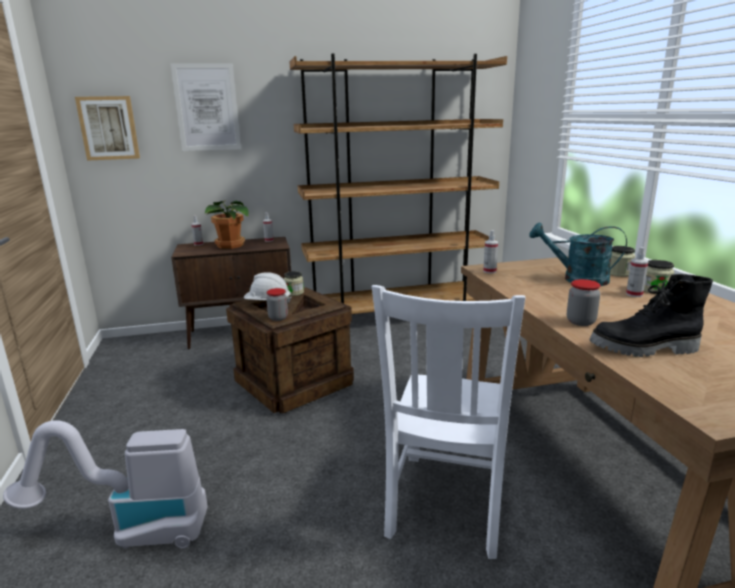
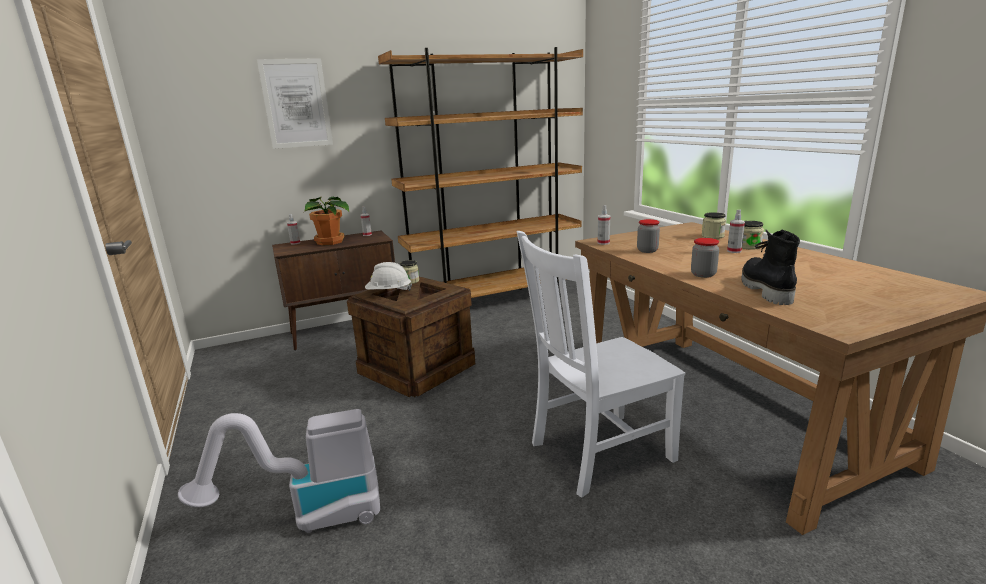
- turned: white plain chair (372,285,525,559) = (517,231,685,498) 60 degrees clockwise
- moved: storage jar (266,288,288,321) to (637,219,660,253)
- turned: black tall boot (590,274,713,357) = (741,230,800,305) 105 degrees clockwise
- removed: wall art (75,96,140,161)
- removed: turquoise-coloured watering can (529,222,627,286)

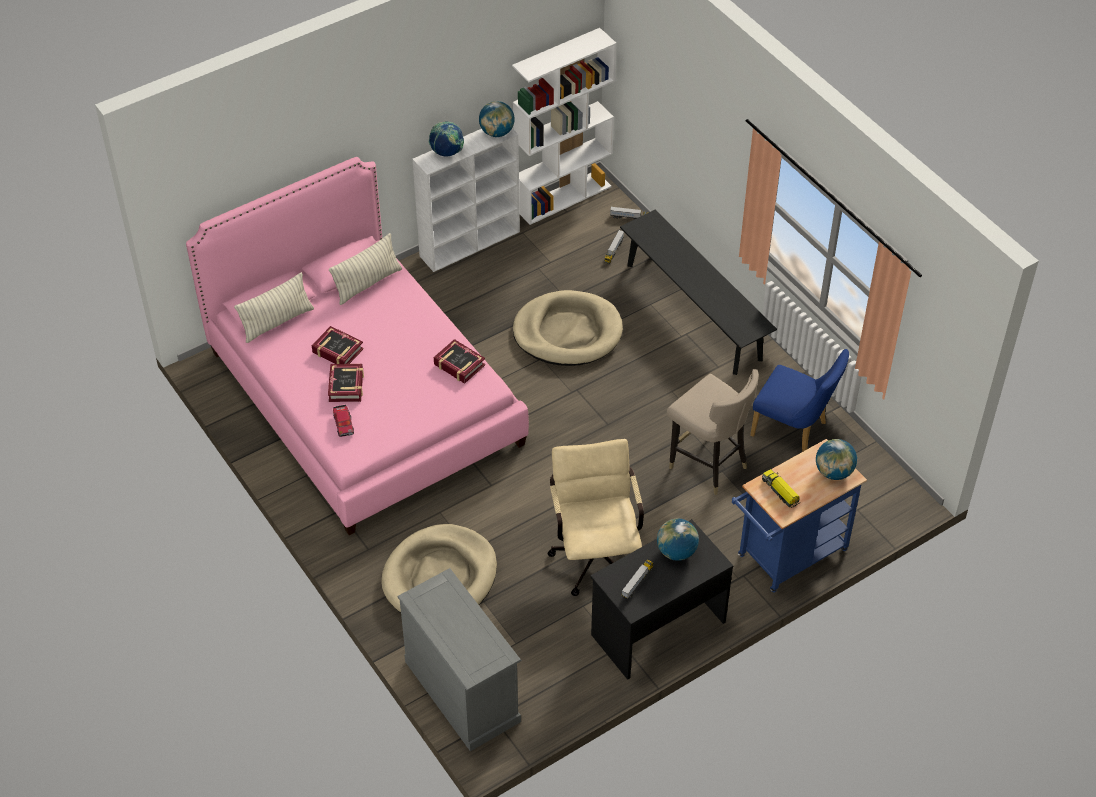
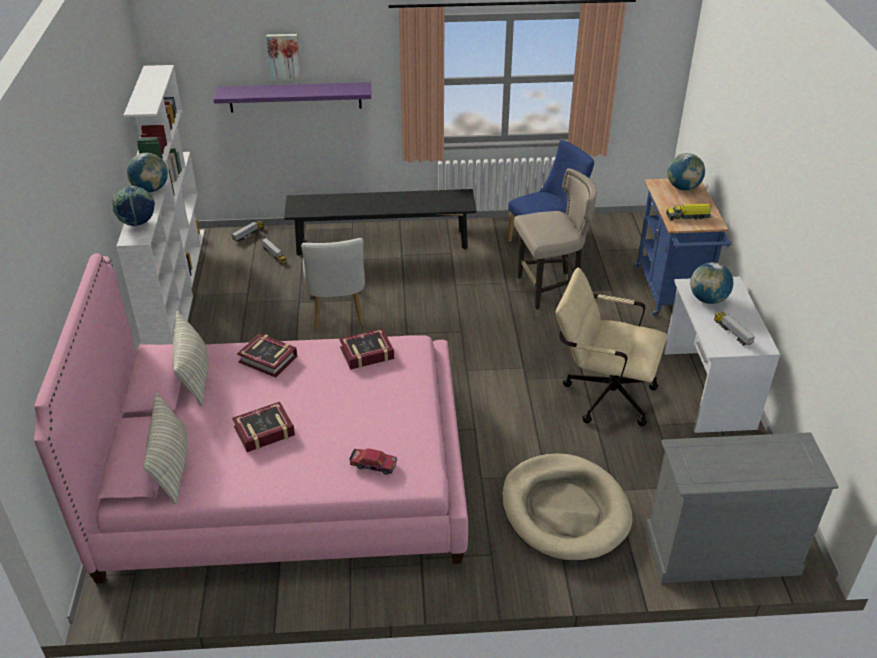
- added: purple-coloured bracket shelf (213,82,371,113)
- moved: bound book (328,364,364,402) to (237,333,298,378)
- added: wall art (266,34,301,80)
- replaced: beige-coloured dog cushion (513,290,623,366) to white plain chair (301,238,365,330)
- recoloured: black desk (590,519,733,680) to white desk (664,277,781,433)

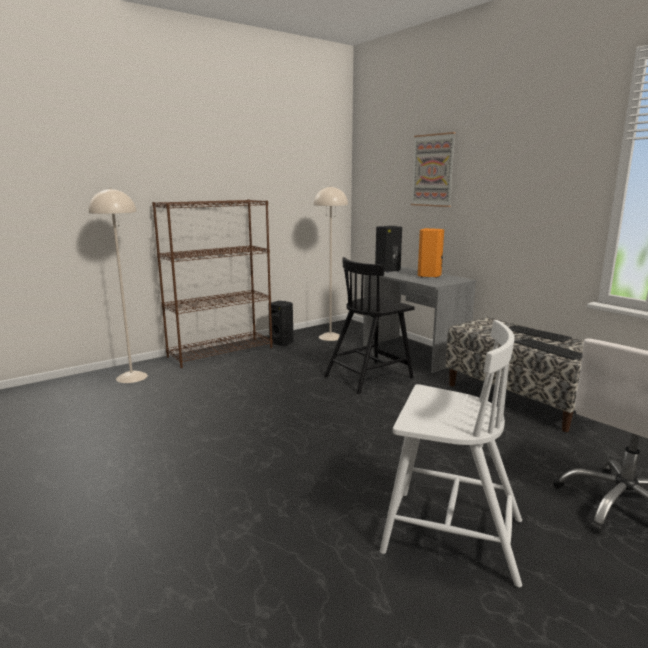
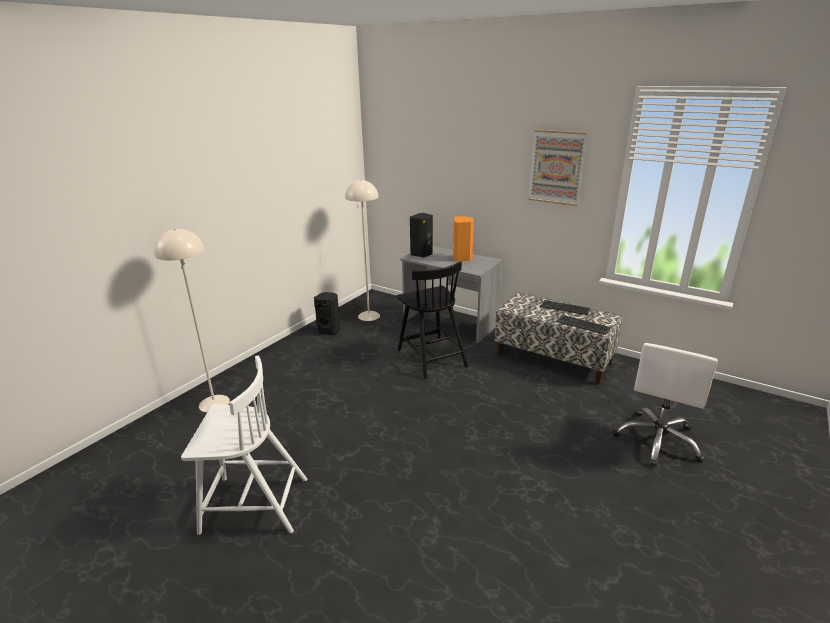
- moved: white plain chair (380,320,522,587) to (181,356,307,535)
- turned: black plain chair (324,257,415,394) = (397,261,468,379) 60 degrees counterclockwise
- moved: wall art (411,132,456,207) to (528,130,588,206)
- removed: brownish bookcase (152,199,272,368)

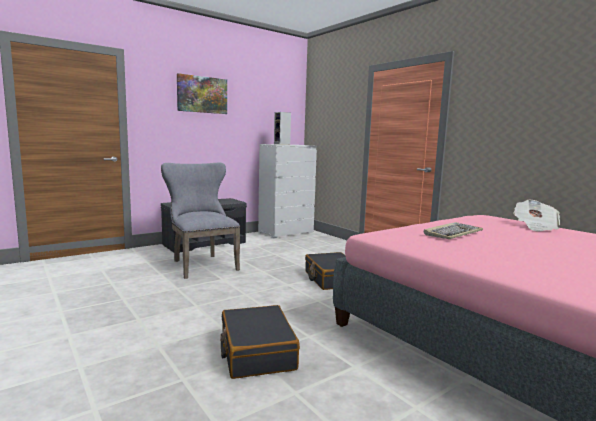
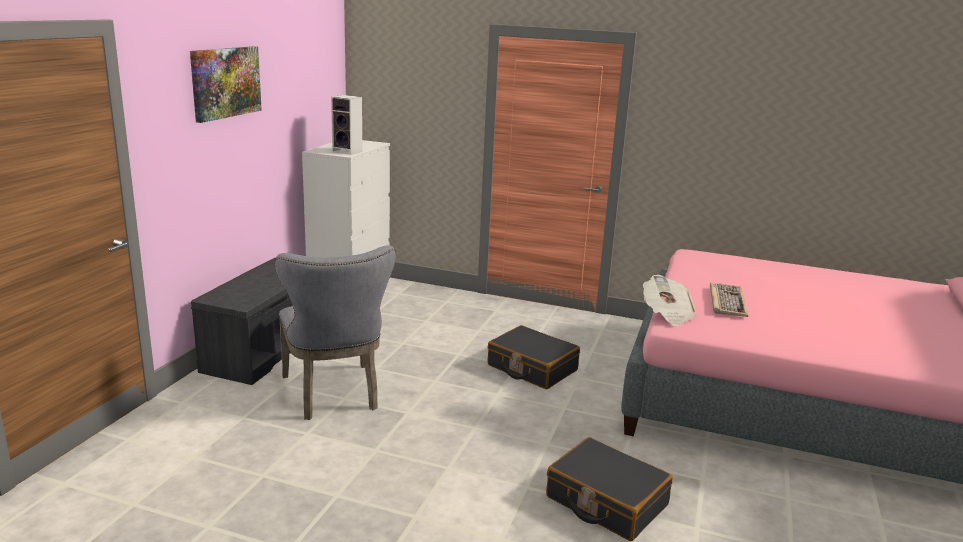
- turned: grey plain chair (161,163,240,279) = (275,245,395,420) 135 degrees counterclockwise
- moved: daily paper (513,200,560,232) to (643,275,697,326)

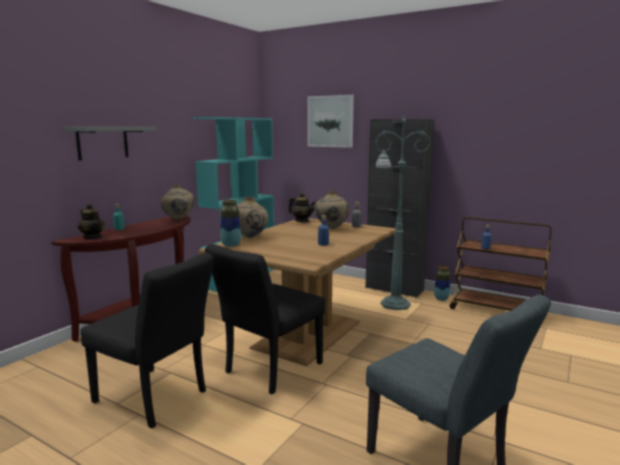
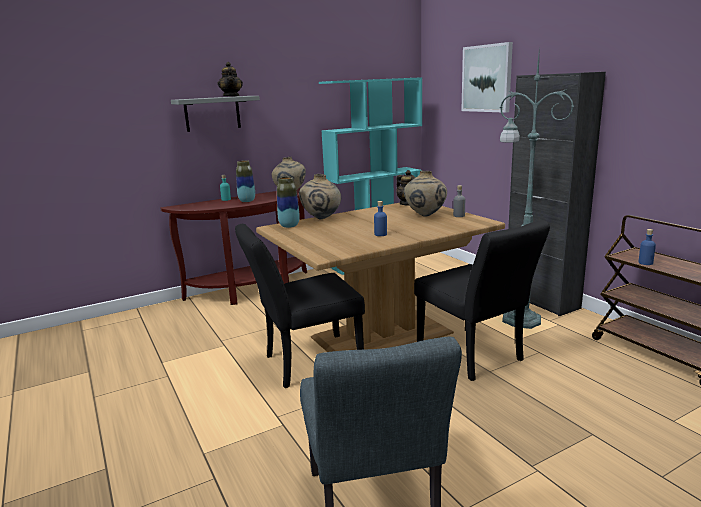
- moved: teapot (77,204,105,239) to (218,62,243,96)
- moved: decorative vase (434,266,450,301) to (236,160,255,202)
- moved: black plain chair (81,253,214,428) to (414,220,550,381)

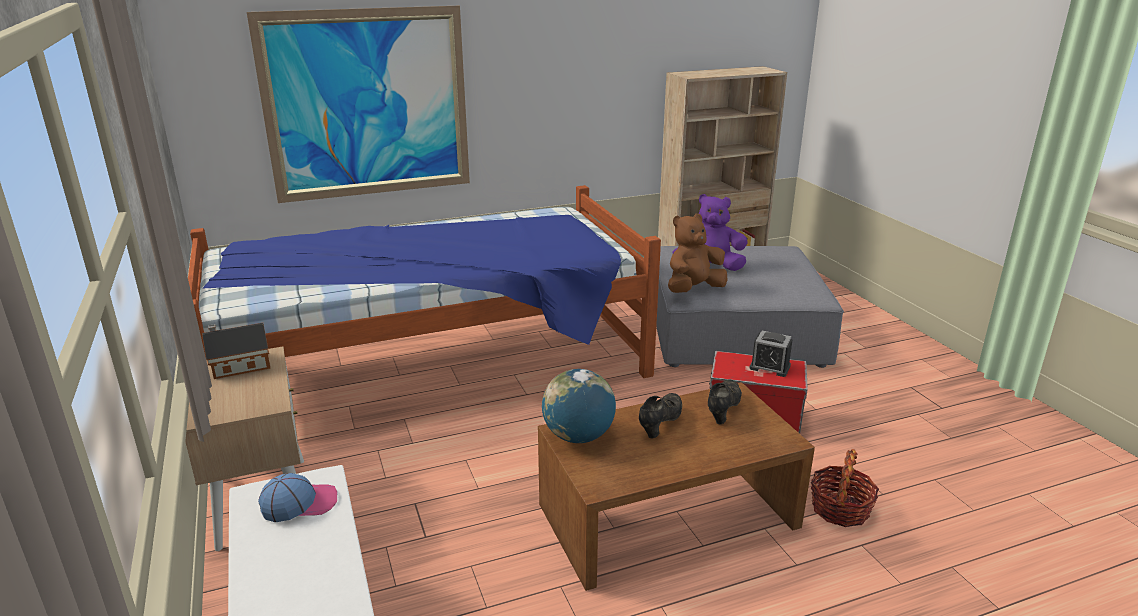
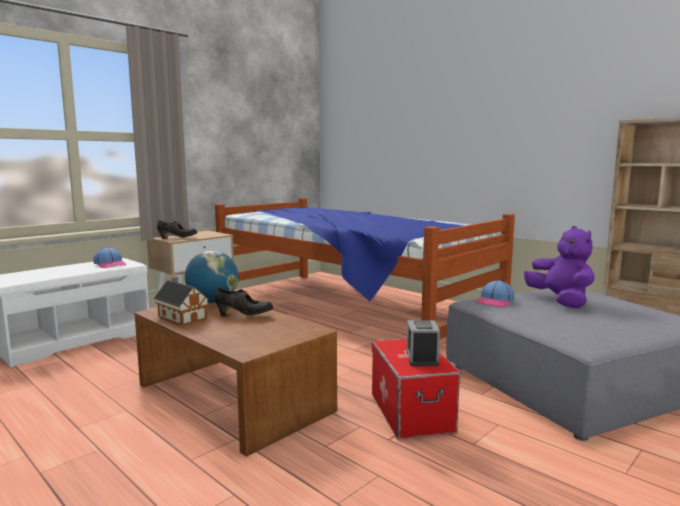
- moved: model house (202,323,270,379) to (154,277,209,326)
- moved: black item of footwear (708,379,742,424) to (157,220,197,239)
- replaced: brownish soft toy (668,214,727,293) to peaked cap (477,280,514,307)
- removed: wall art (247,6,470,203)
- removed: basket (811,449,879,527)

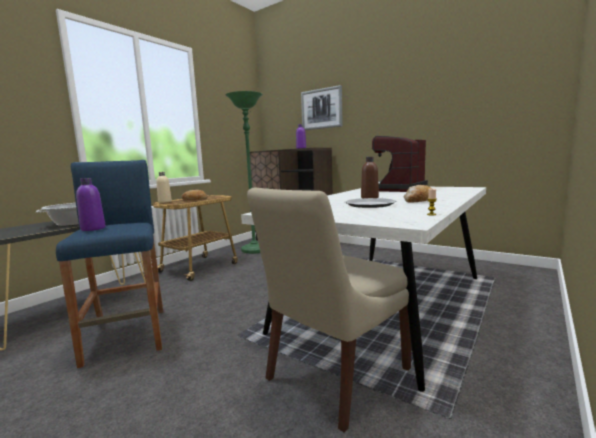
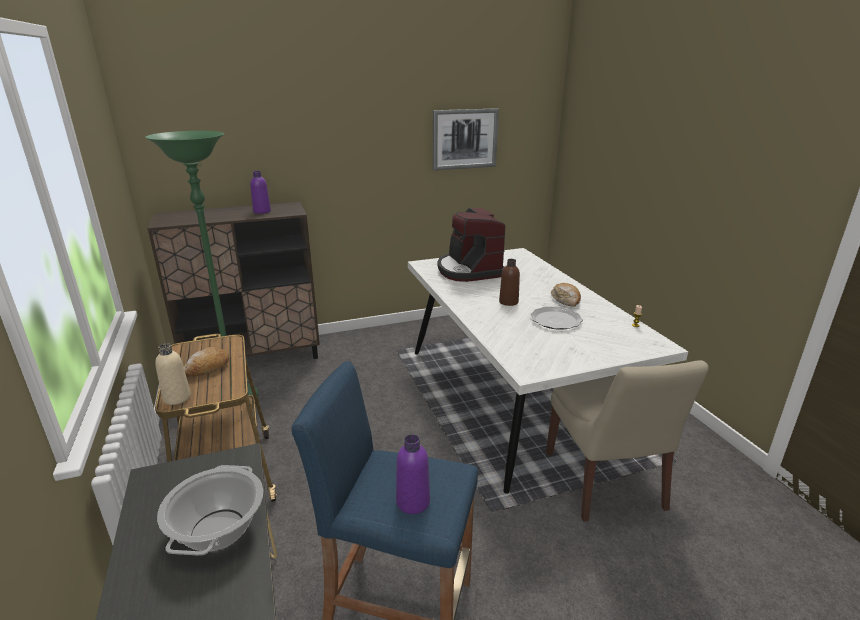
- moved: wall art (301,85,343,130) to (433,108,499,171)

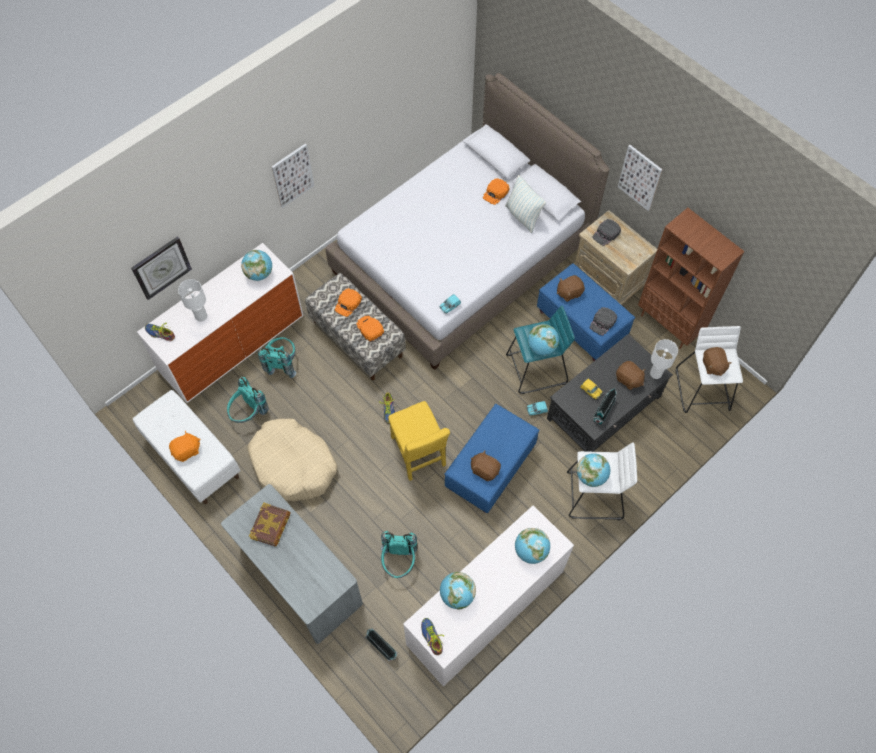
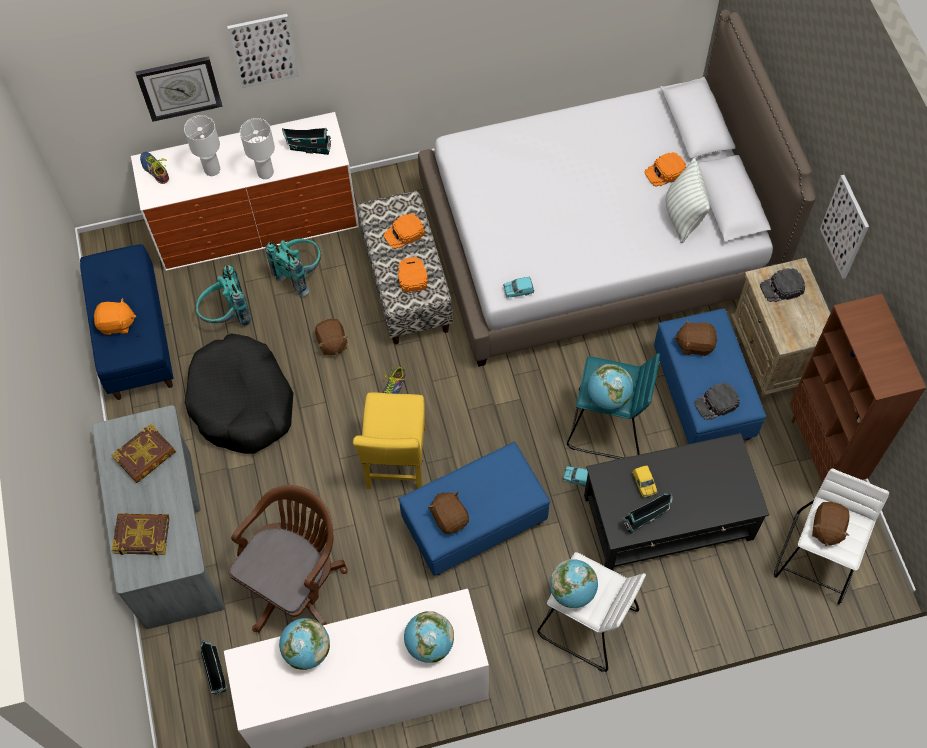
- recoloured: white long seat (133,390,241,504) to bluish long seat (80,244,173,400)
- added: bound book (112,513,169,556)
- recoloured: beige-coloured dog cushion (247,419,337,501) to black dog cushion (185,333,293,454)
- moved: wall art (272,143,314,208) to (227,14,299,88)
- replaced: turquoise-coloured backpack (381,531,417,578) to brownish computer chair (229,485,348,633)
- moved: white lamp for a table (650,339,678,379) to (240,118,275,179)
- replaced: desk globe (241,250,272,281) to model house (282,128,331,155)
- moved: brownish soft toy (616,361,646,390) to (315,319,348,355)
- removed: item of footwear (421,618,444,655)

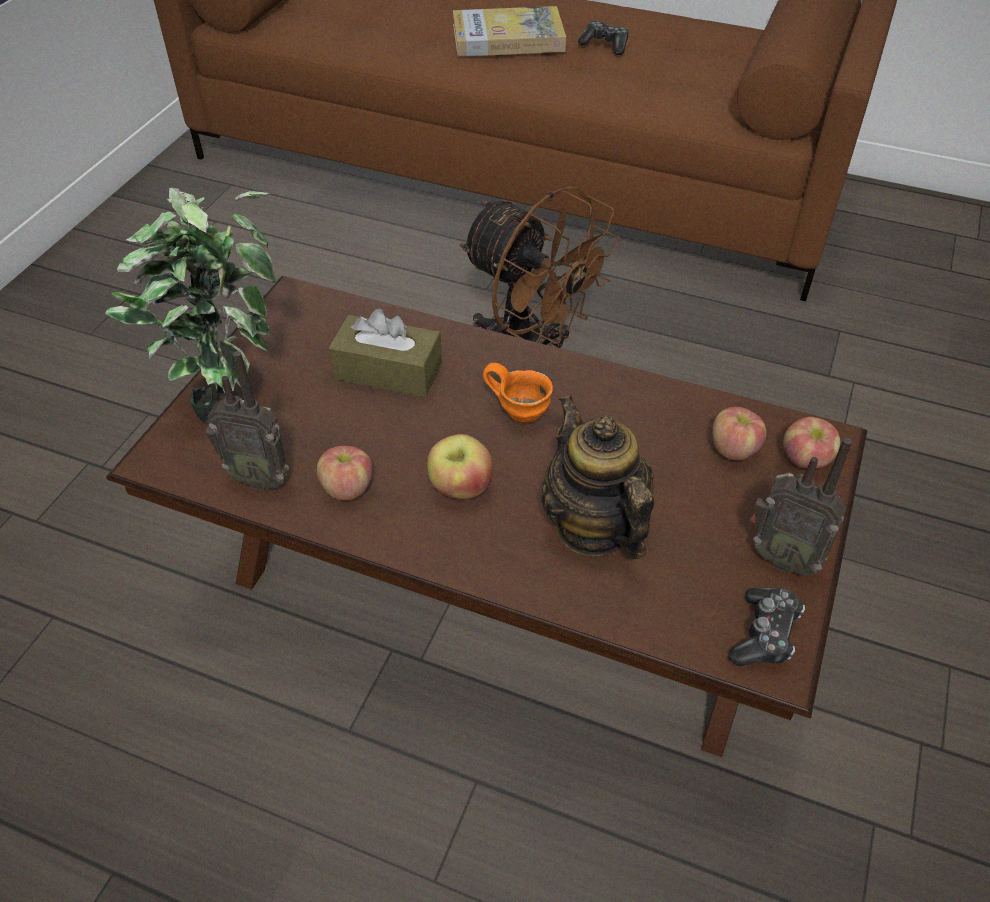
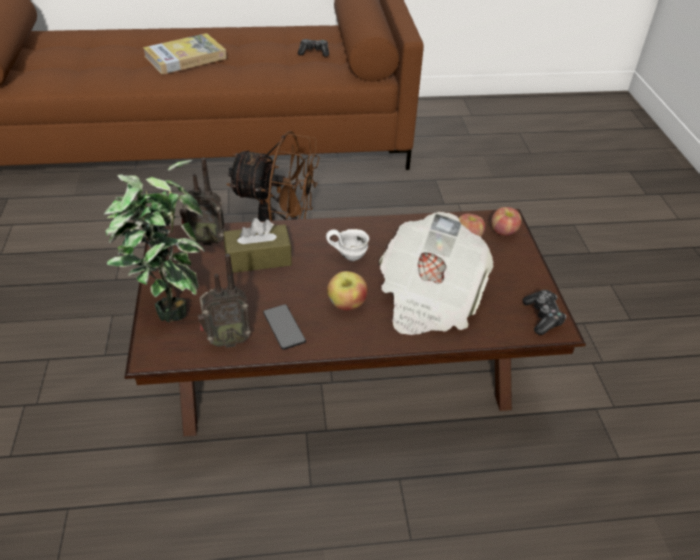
- moved: radio set (750,438,852,576) to (180,157,225,245)
- replaced: whole apple (316,446,373,501) to handset (263,304,306,350)
- moved: joypad (578,20,629,55) to (298,39,329,57)
- recoloured: orangey tea mug (483,363,553,424) to white tea mug (326,229,369,261)
- replaced: teapot (541,395,654,560) to daily paper (379,212,493,335)

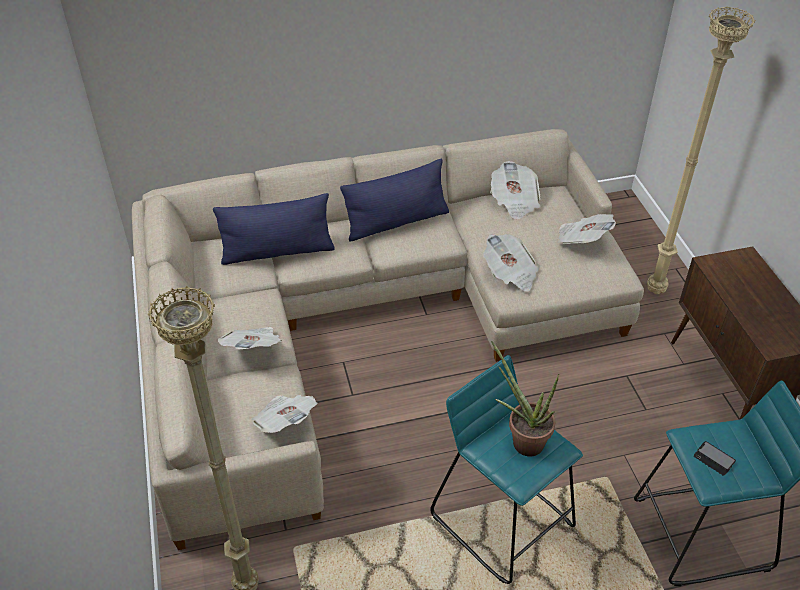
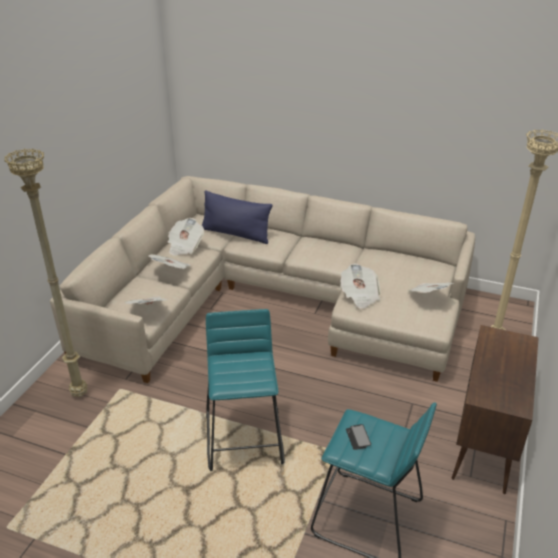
- moved: daily paper (491,161,540,220) to (168,218,204,255)
- removed: bluish throw pillow (340,159,449,241)
- removed: houseplant (491,341,559,457)

